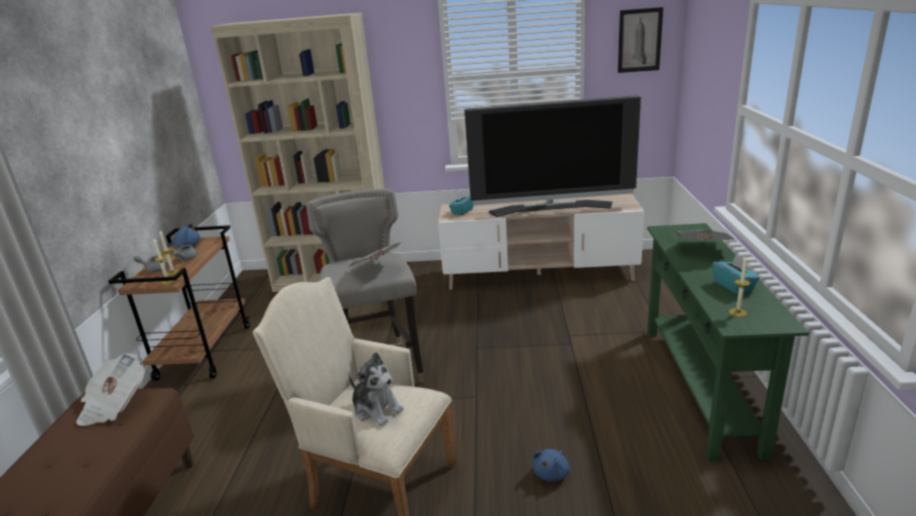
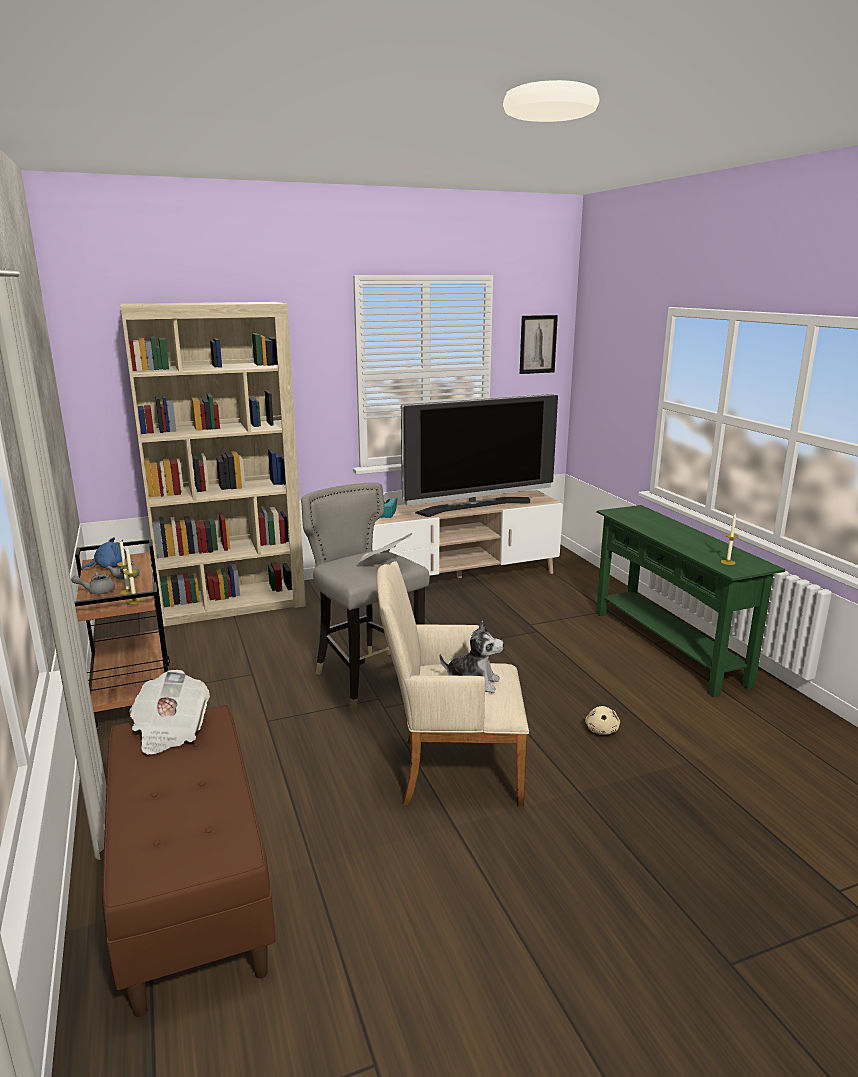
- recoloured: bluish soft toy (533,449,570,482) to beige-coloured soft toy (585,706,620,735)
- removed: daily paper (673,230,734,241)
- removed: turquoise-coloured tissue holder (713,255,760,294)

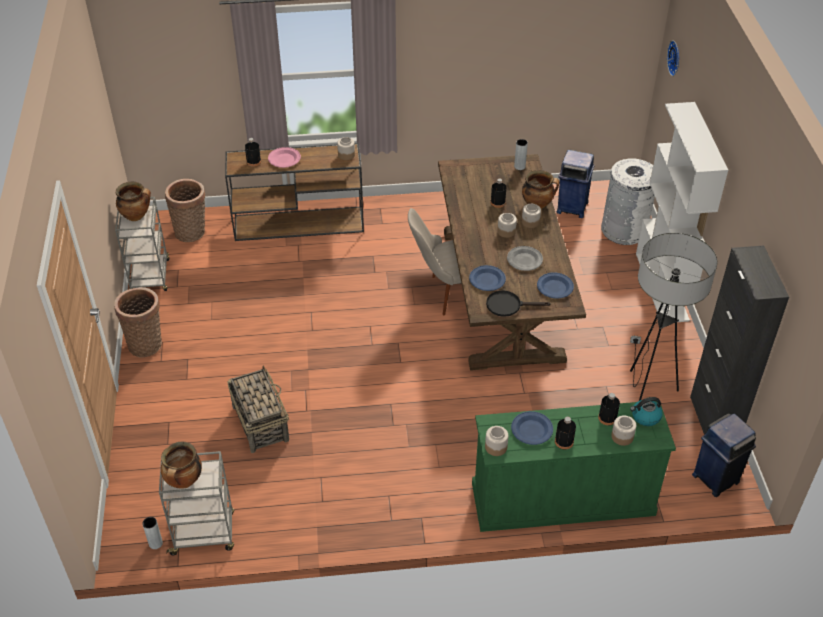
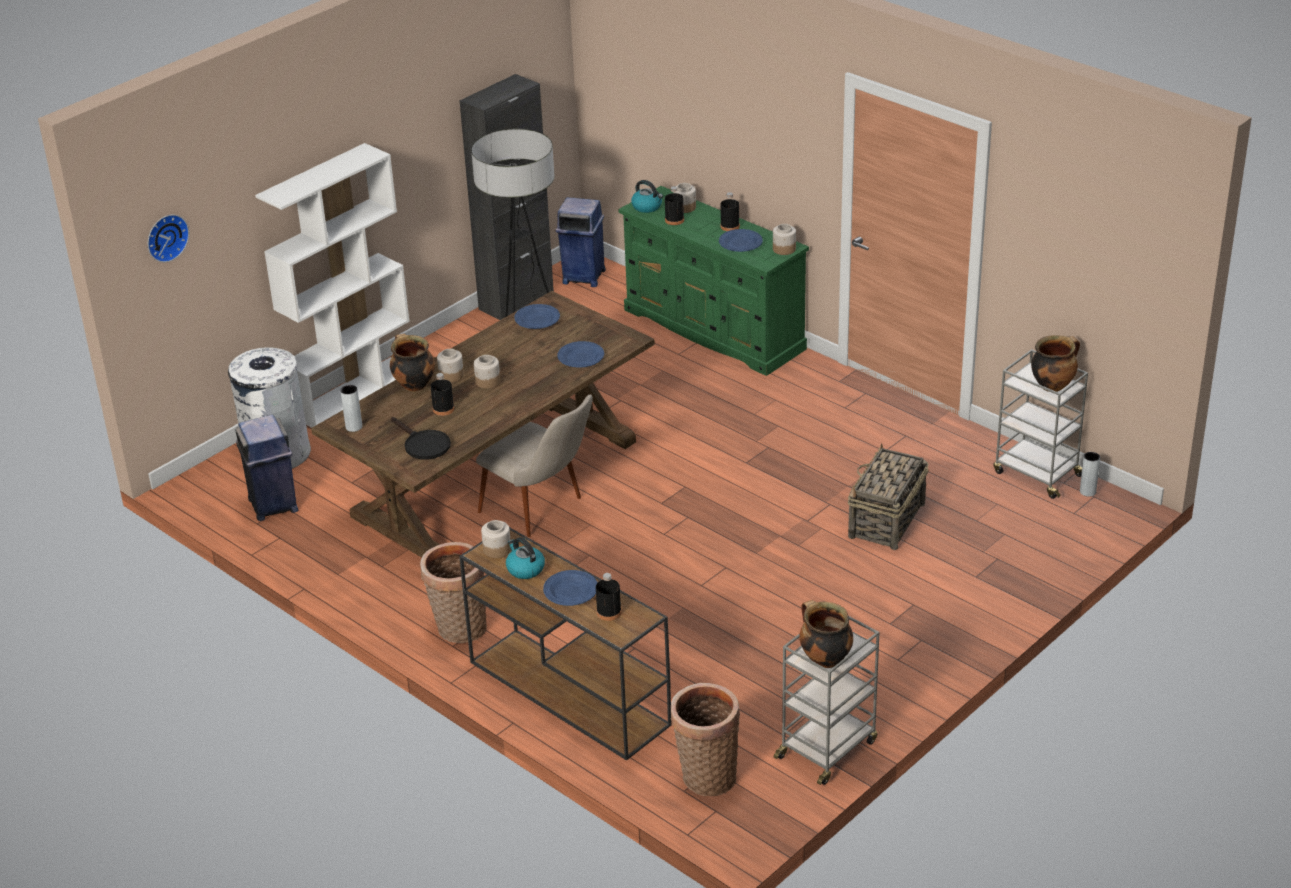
- moved: black skillet (486,290,551,317) to (391,417,451,460)
- moved: basket (114,287,162,358) to (420,542,487,643)
- added: kettle (506,537,545,579)
- recoloured: pink-coloured flat dish (268,147,301,168) to bluish flat dish (543,570,598,606)
- removed: grey flat dish (507,246,543,271)

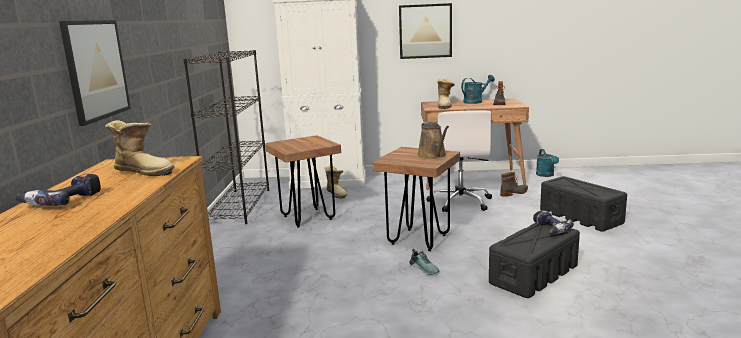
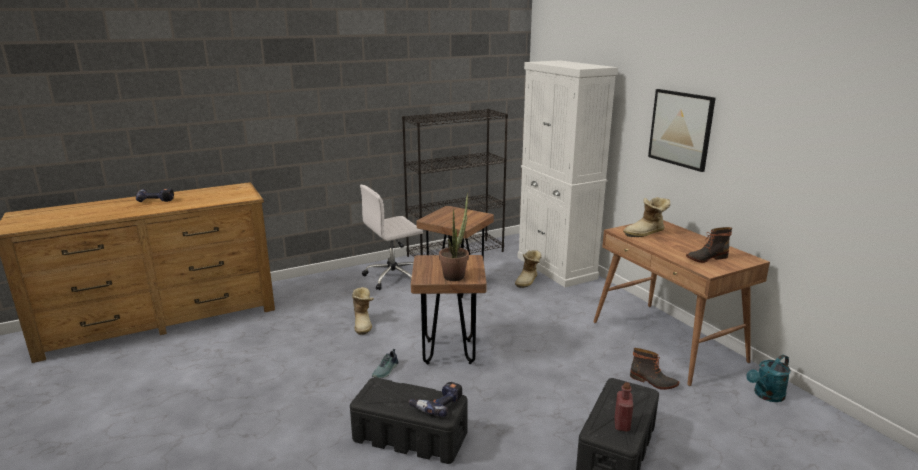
- moved: tall boot (105,120,175,176) to (352,287,374,335)
- moved: white computer chair (426,110,492,212) to (360,185,423,290)
- replaced: brownish watering can (417,122,449,159) to houseplant (439,193,469,281)
- added: red beverage bottle (615,382,633,432)
- removed: wall art (59,20,131,126)
- removed: turquoise-coloured watering can (461,75,495,104)

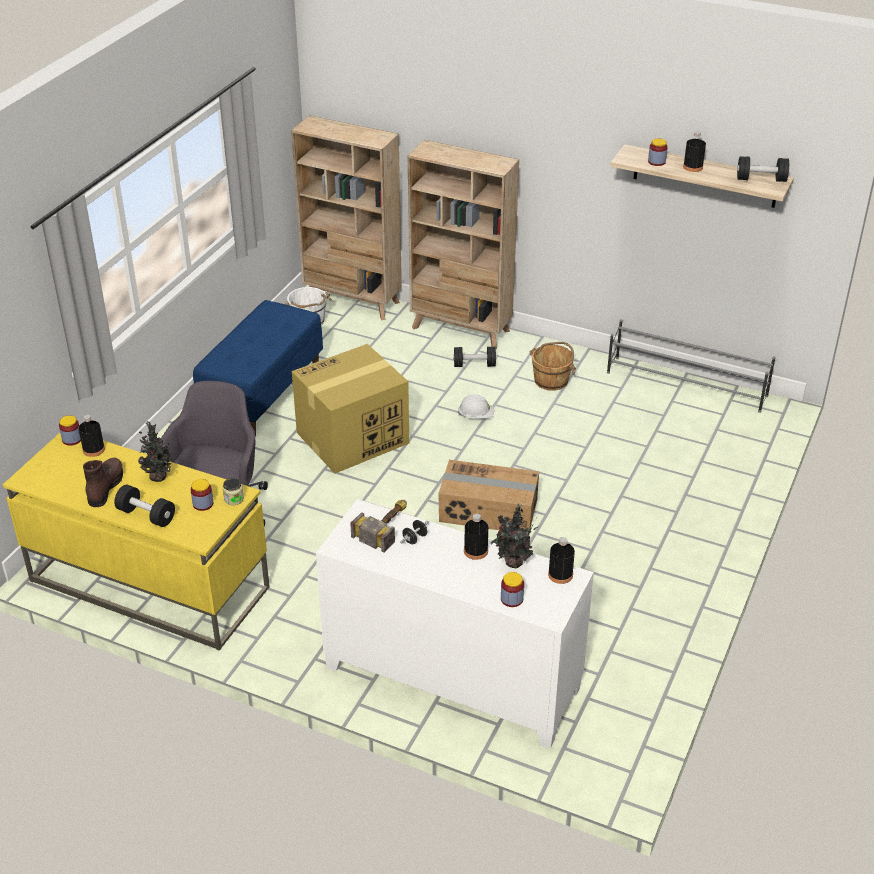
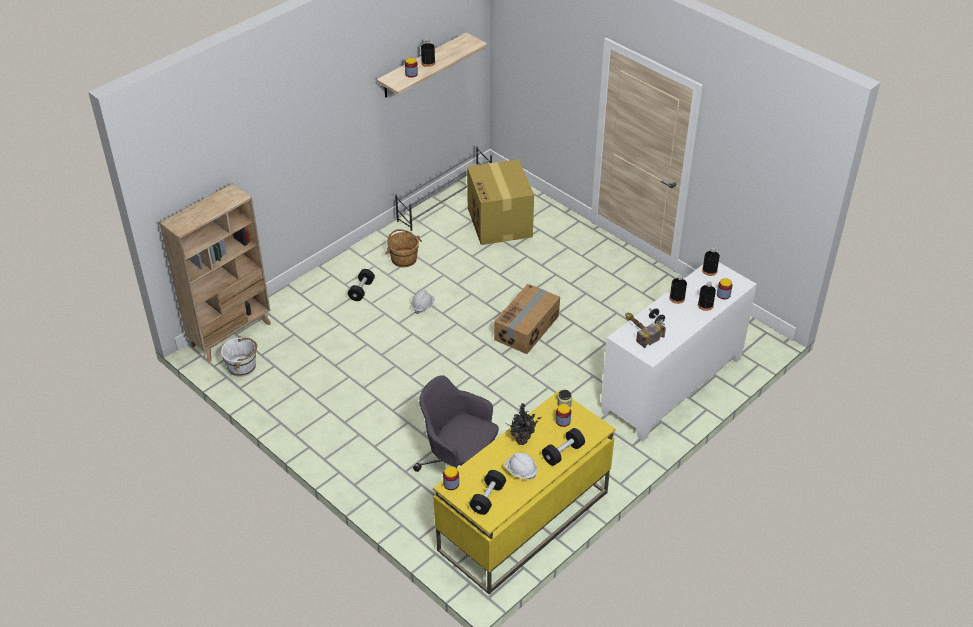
- moved: packing box (292,344,409,474) to (467,159,534,245)
- moved: black dumbbell (737,156,789,182) to (469,470,506,515)
- replaced: brownish tall boot (83,458,123,507) to white safety helmet (504,453,537,479)
- moved: black beverage bottle (78,415,105,457) to (698,282,716,311)
- removed: bluish long seat (193,300,323,436)
- removed: beige-coloured bookcase (408,140,519,349)
- removed: houseplant (491,503,539,568)

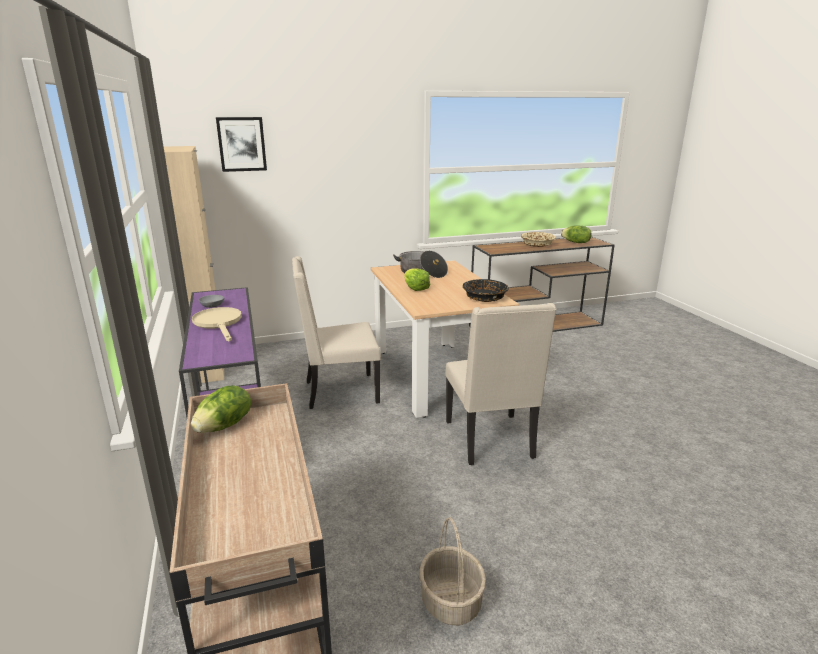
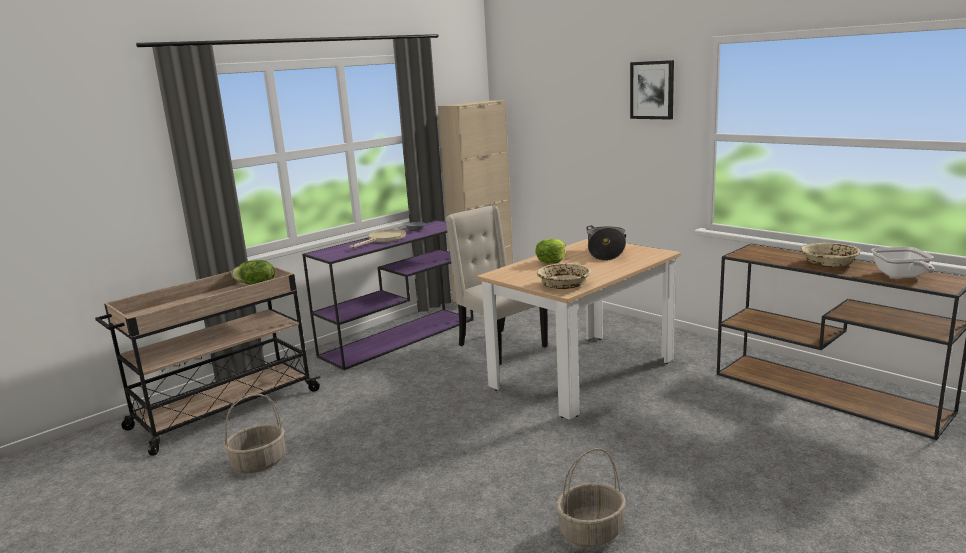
- recoloured: black deep dish (463,279,509,302) to beige-coloured deep dish (537,263,591,289)
- added: basket (556,448,626,547)
- moved: wall art (216,117,267,172) to (630,60,674,120)
- replaced: lettuce (561,225,592,243) to skillet (871,247,935,278)
- removed: beige-coloured plain chair (445,303,556,465)

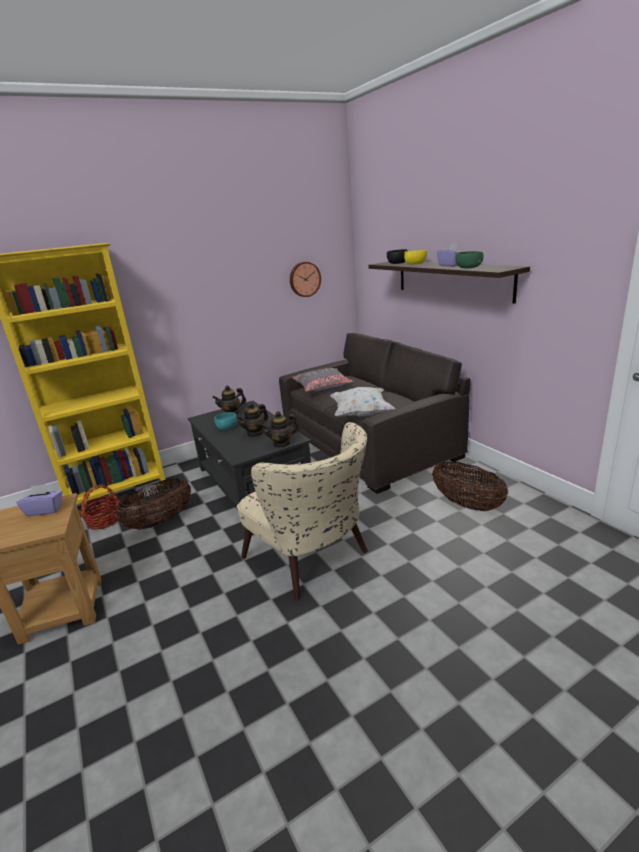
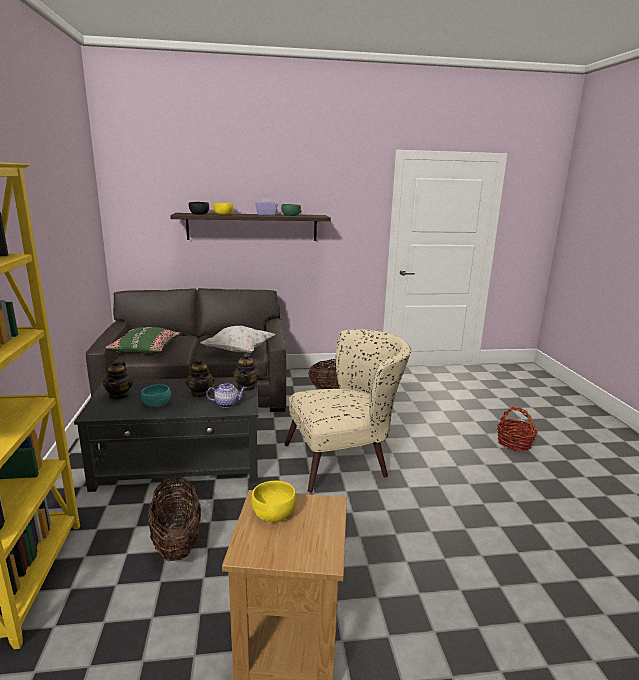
- recoloured: grey throw pillow (292,368,354,393) to greenish throw pillow (105,327,180,354)
- added: teapot (206,382,247,408)
- replaced: purple-coloured tissue holder (17,484,63,516) to yellow deep dish (251,481,296,522)
- moved: basket (79,484,120,530) to (497,407,538,451)
- removed: clock on the wall (290,262,321,297)

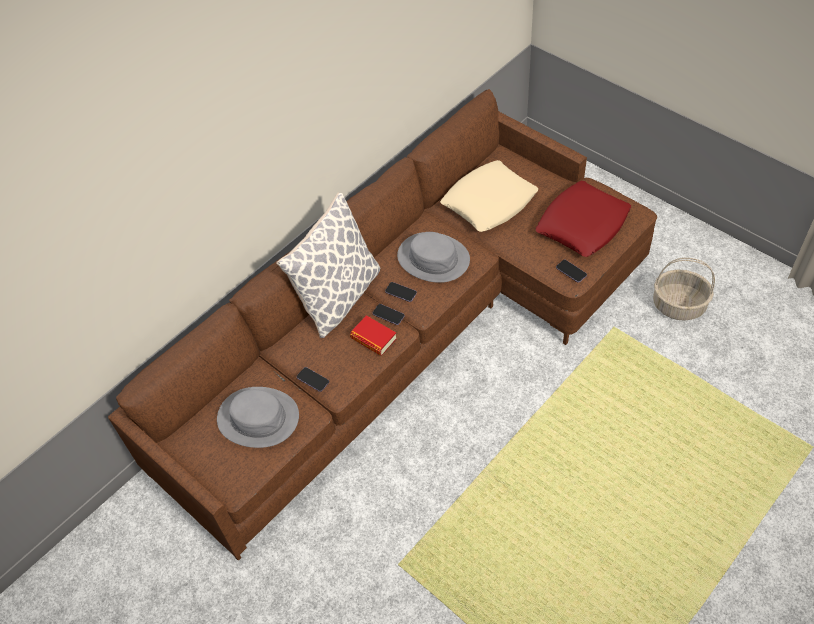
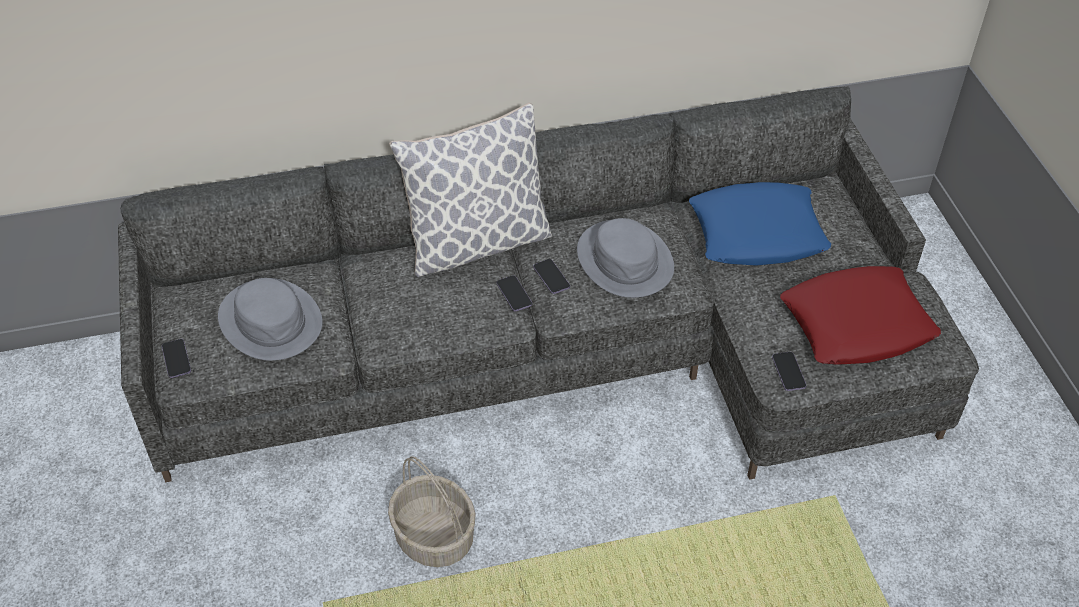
- recoloured: brownish sofa (108,89,657,561) to grey sofa (118,86,979,482)
- moved: handset (297,367,329,392) to (162,339,191,378)
- moved: basket (653,258,715,321) to (388,456,476,567)
- recoloured: beige-coloured throw pillow (440,160,538,232) to bluish throw pillow (689,182,831,266)
- removed: bound book (350,315,397,356)

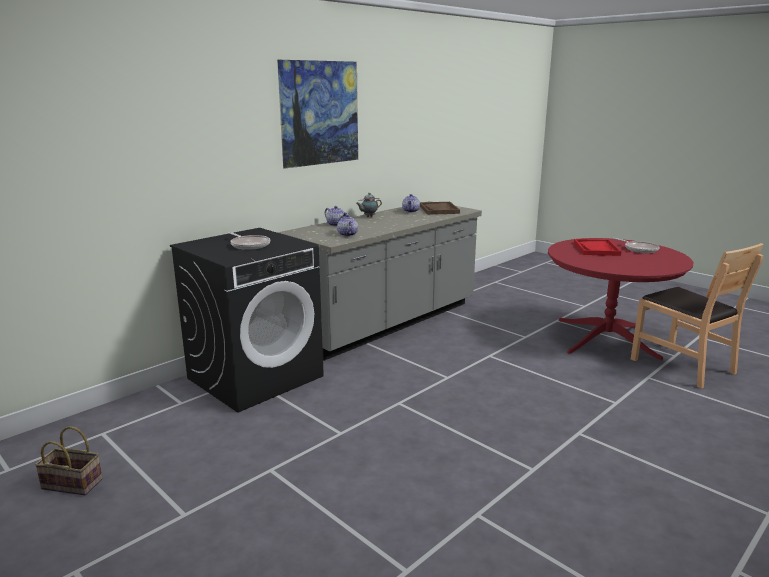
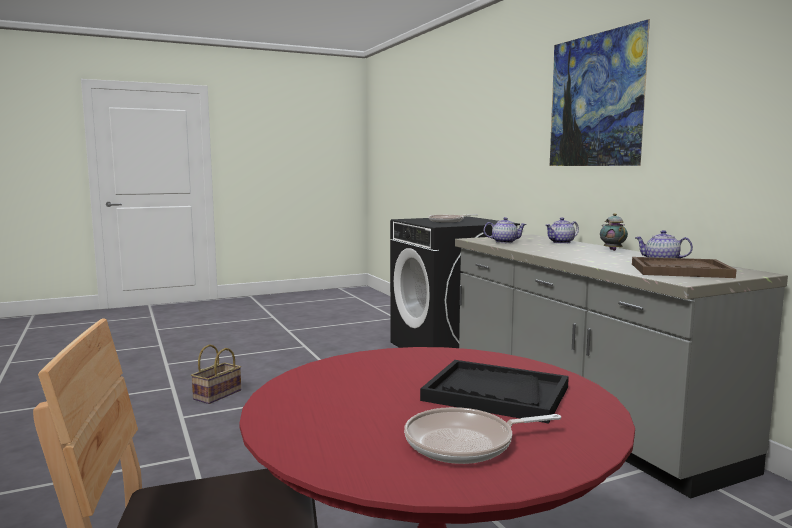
- moved: basket (35,426,103,495) to (191,344,241,404)
- recoloured: red carrying tray (574,239,622,256) to black carrying tray (420,360,569,424)

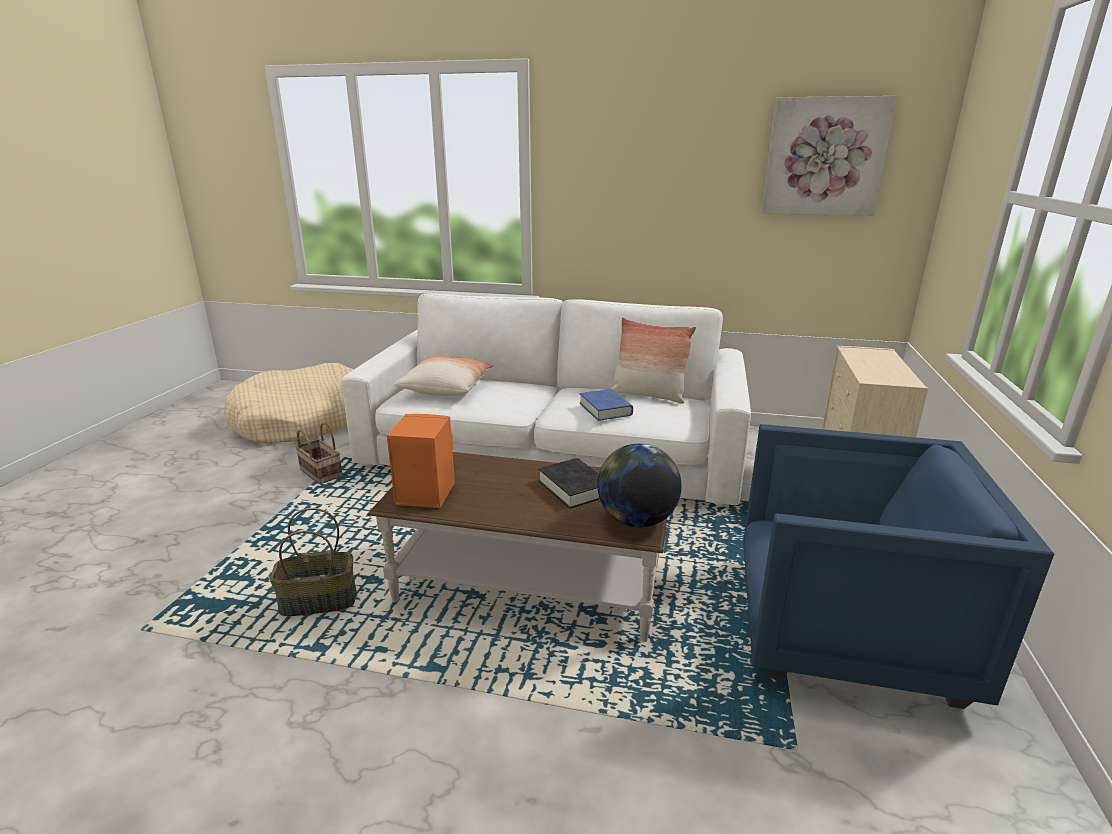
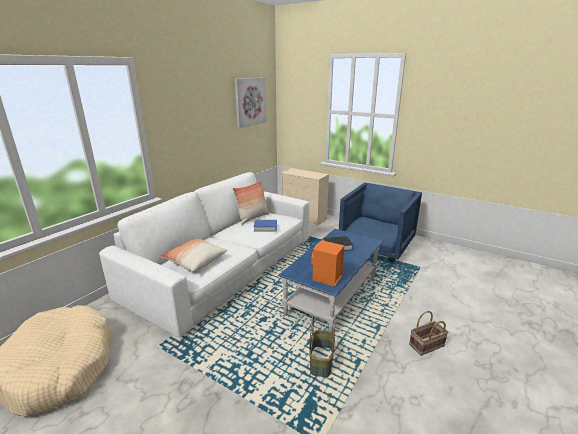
- recoloured: brownish low table (367,452,667,642) to bluish low table (278,229,383,333)
- moved: basket (295,422,343,484) to (409,311,448,356)
- removed: desk globe (597,444,682,527)

